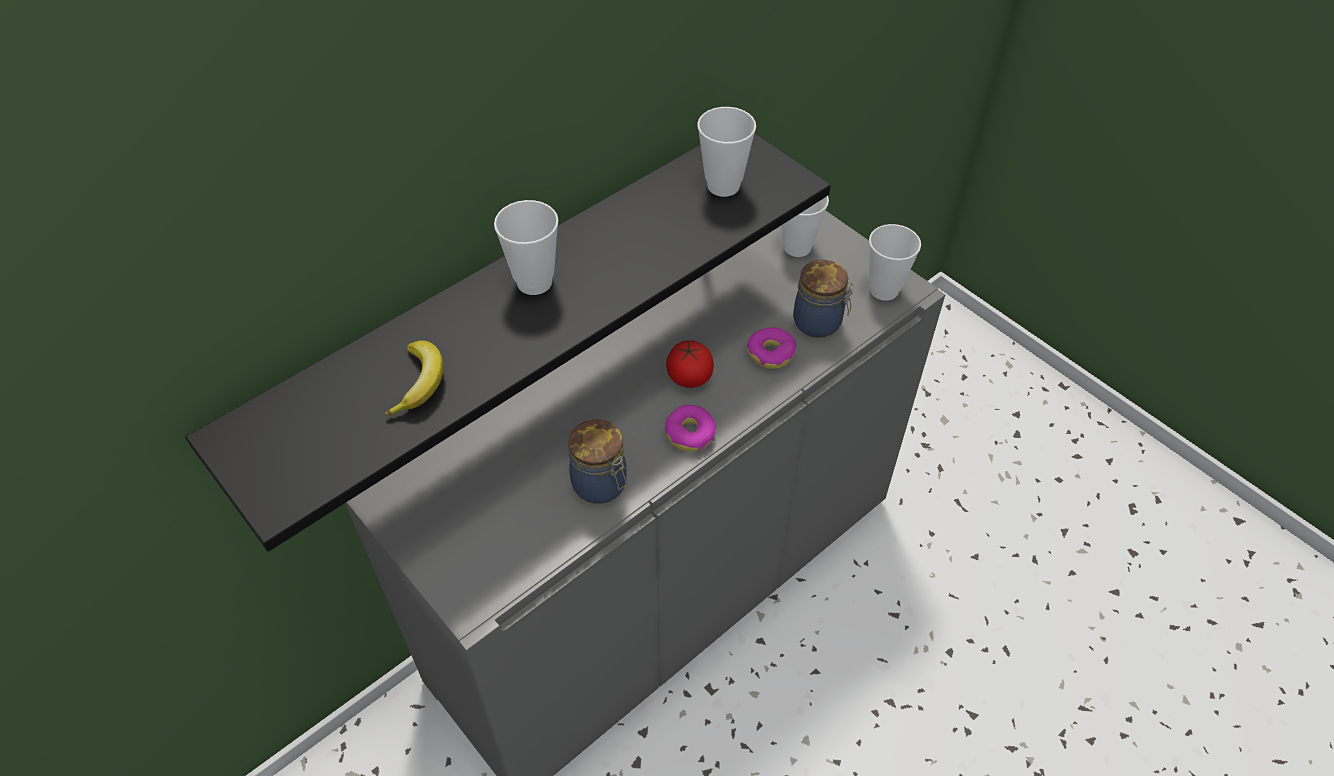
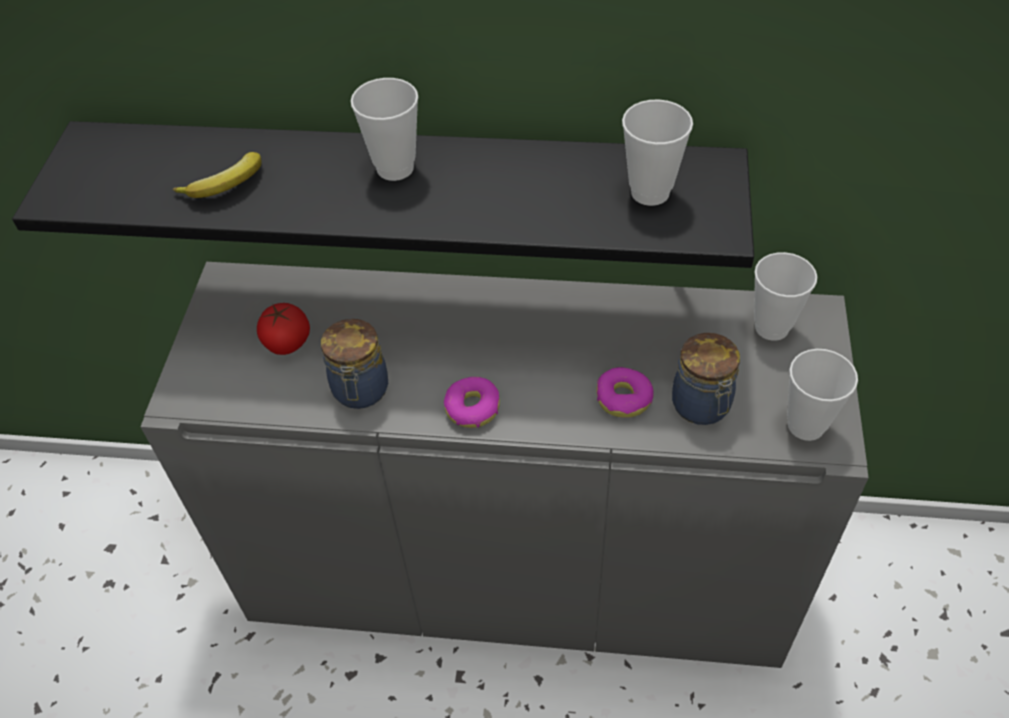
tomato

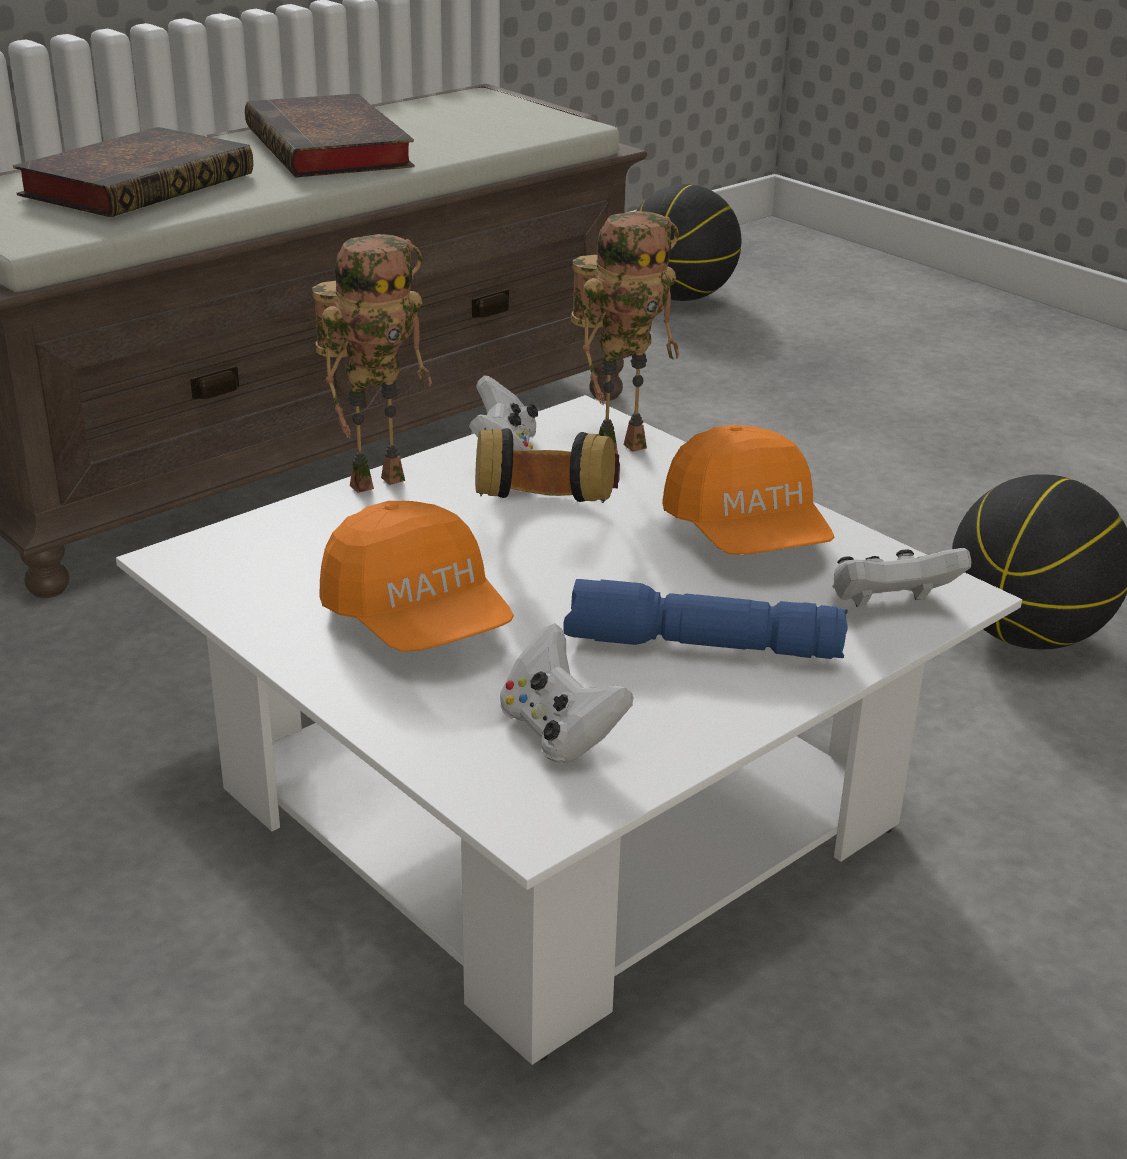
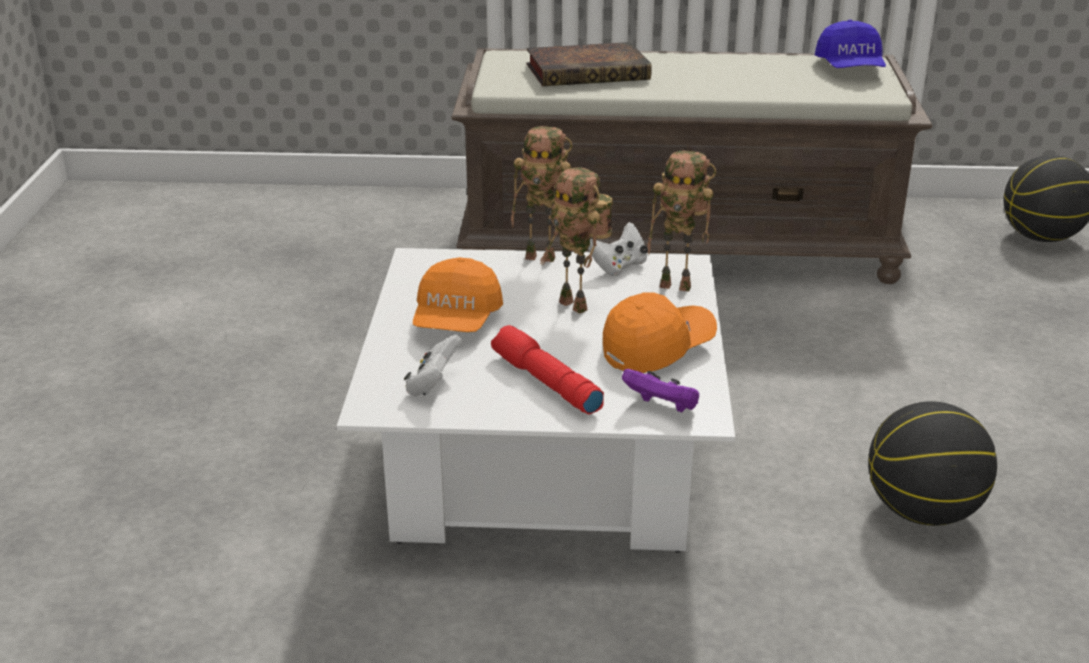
book (no. 2 from left in the first image)
toy robot (no. 2 from left)
flashlight (red)
cap (orange) (no. 2 from left)
game controller (purple)
cap (blue)

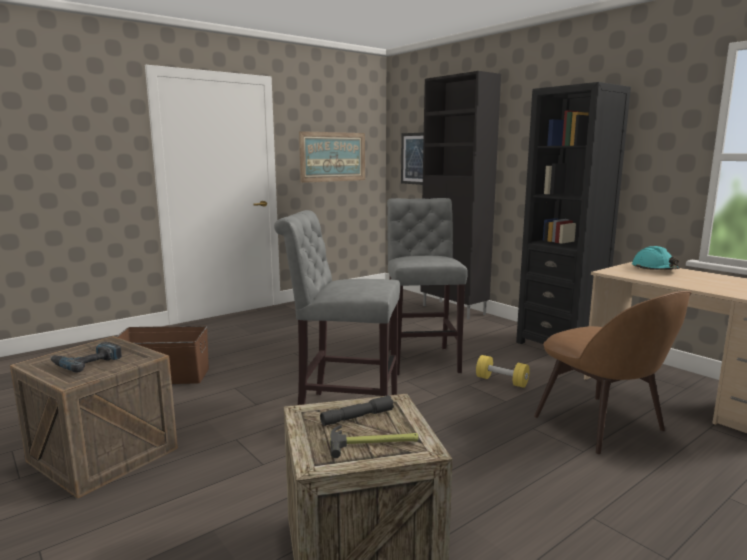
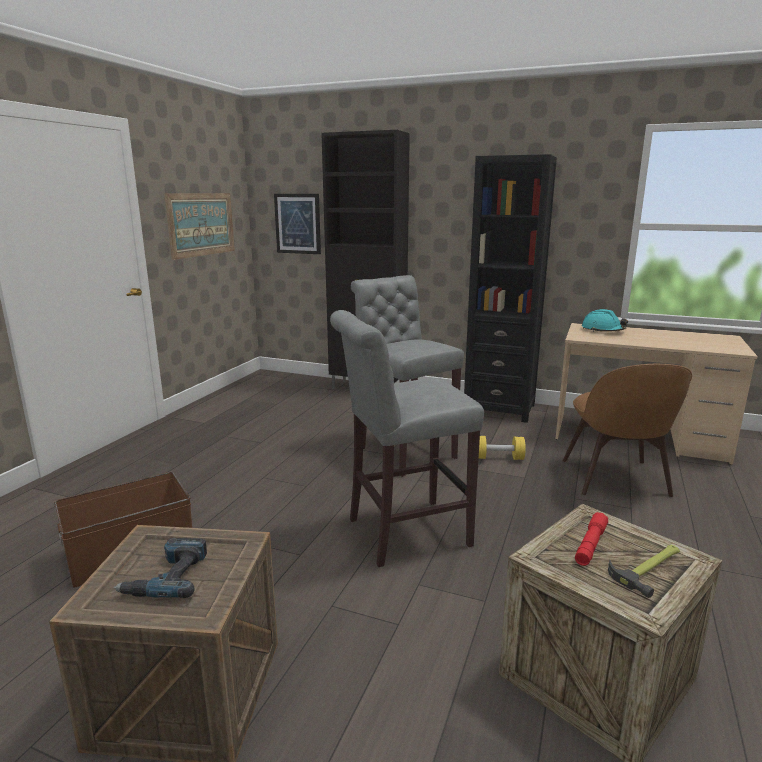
flashlight (red)
chair (brown)

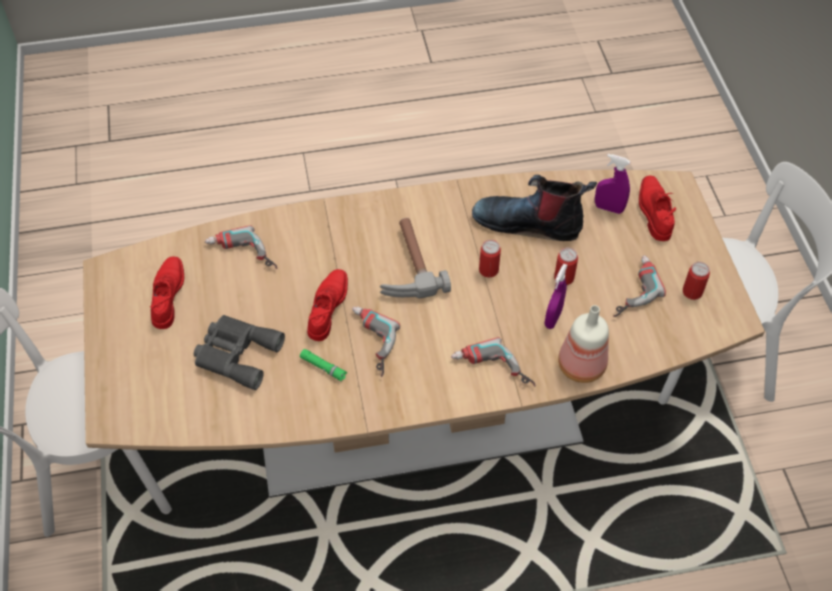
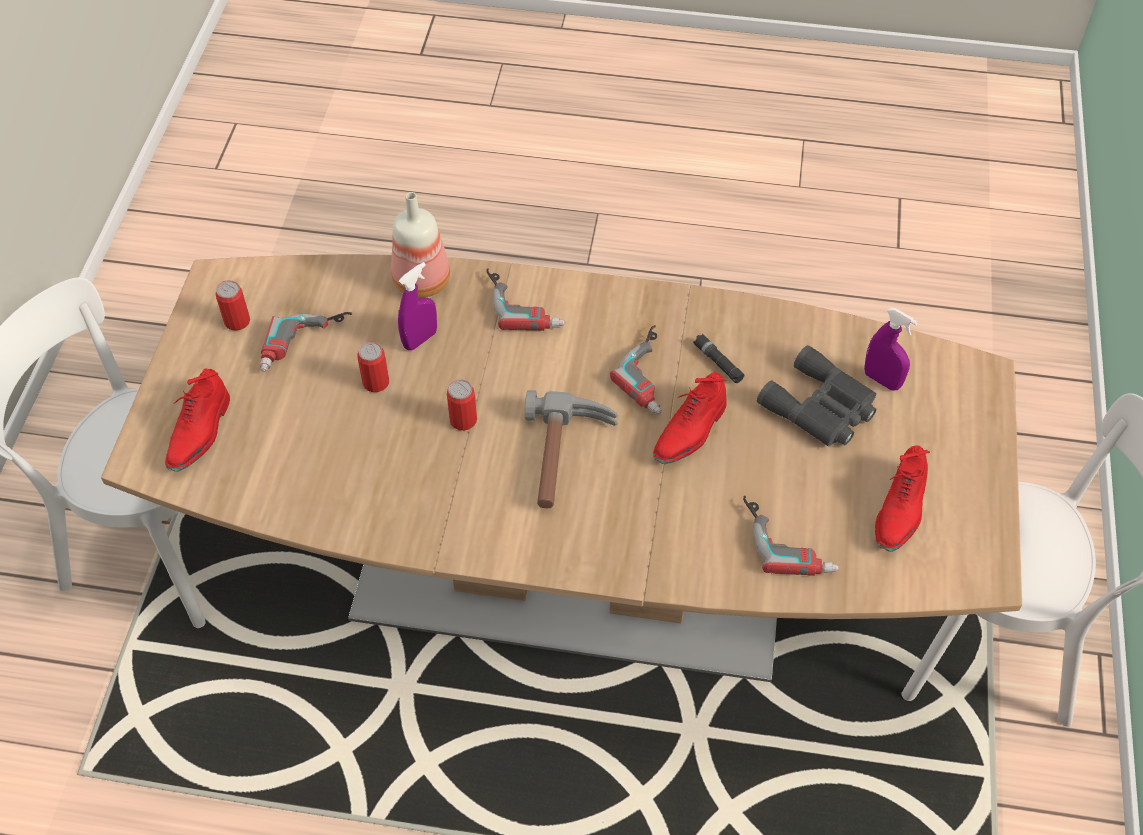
flashlight (black)
boot
spray bottle (purple) (no. 2 from left)

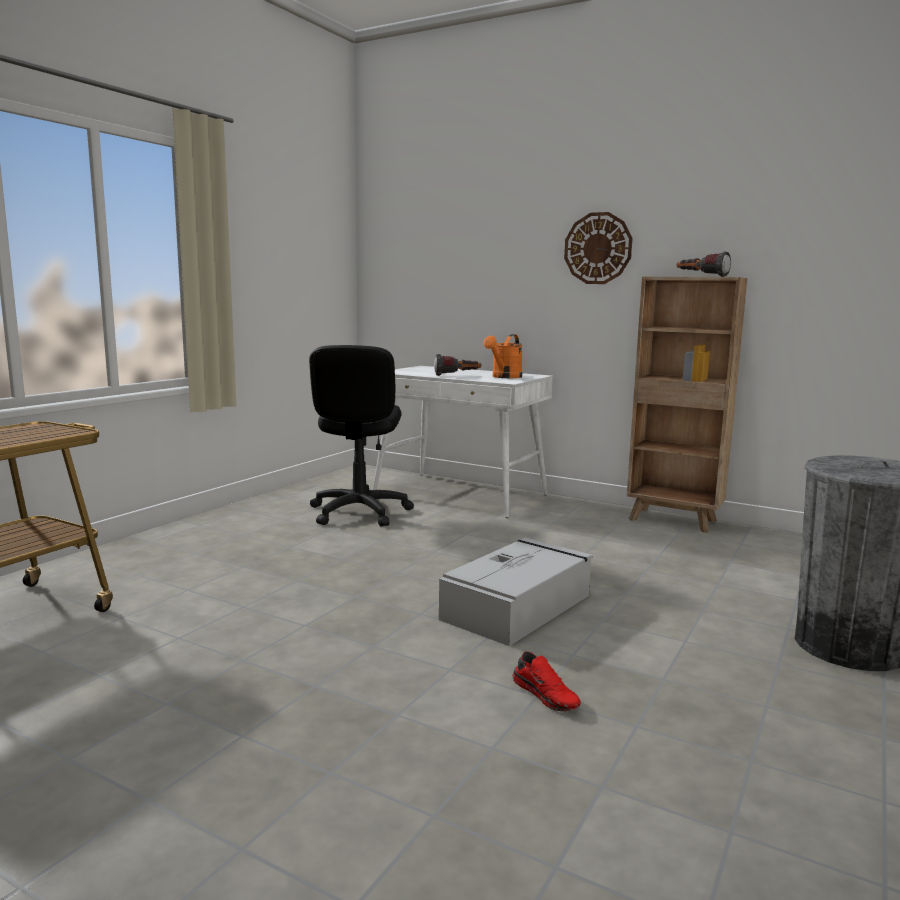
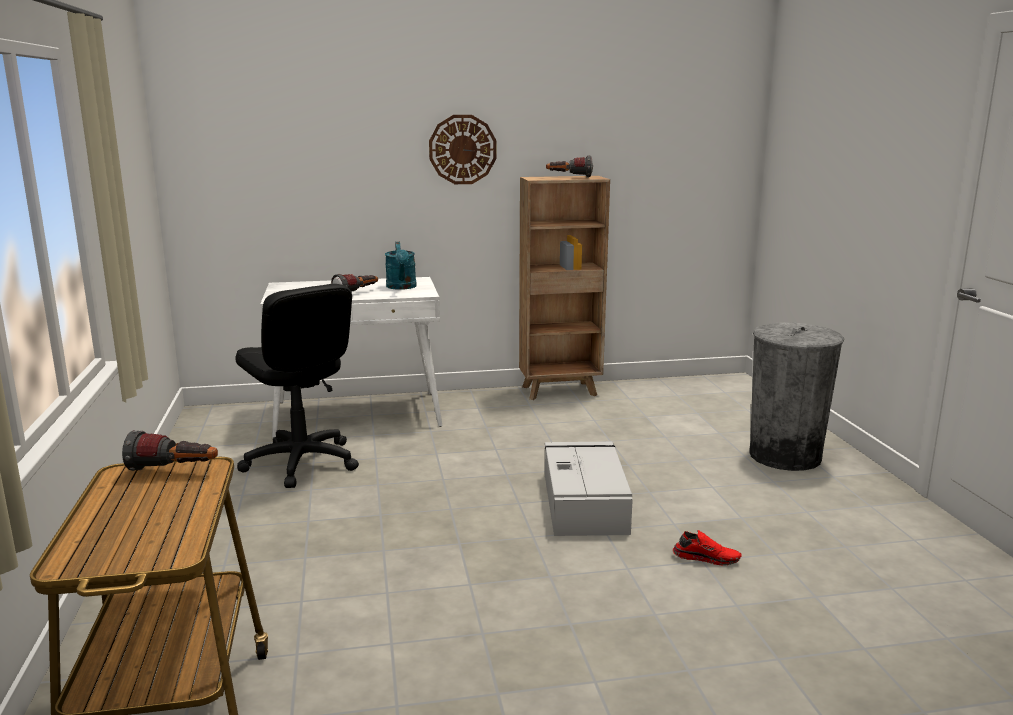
watering can (turquoise)
flashlight (no. 1 from left)

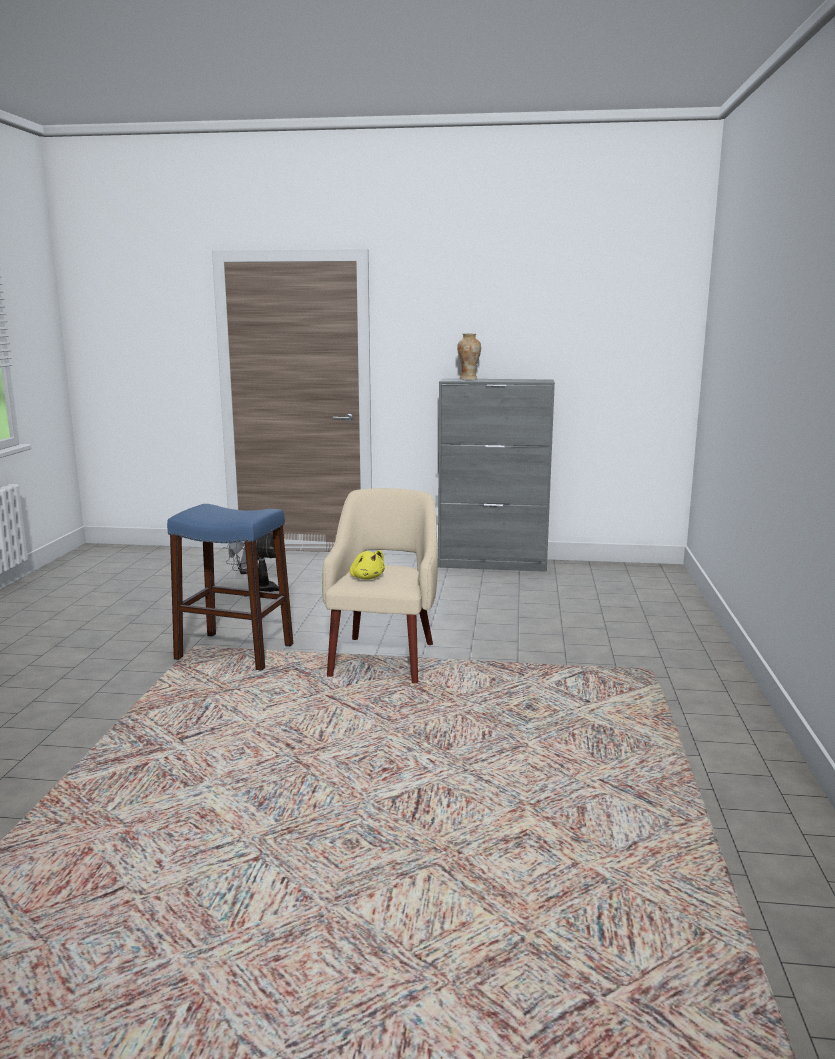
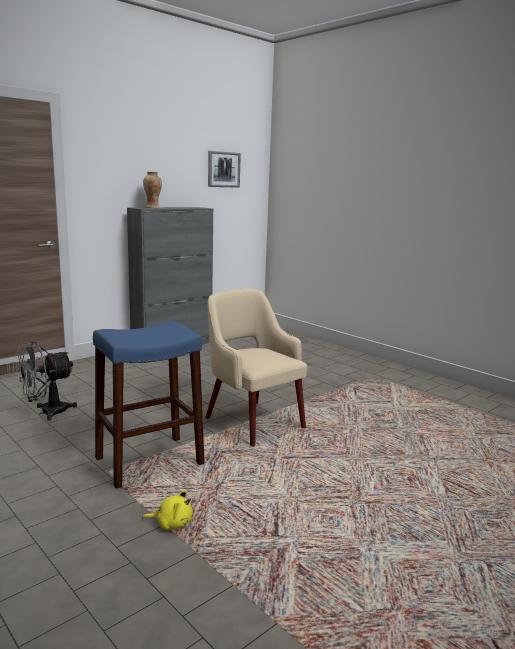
plush toy (yellow)
picture

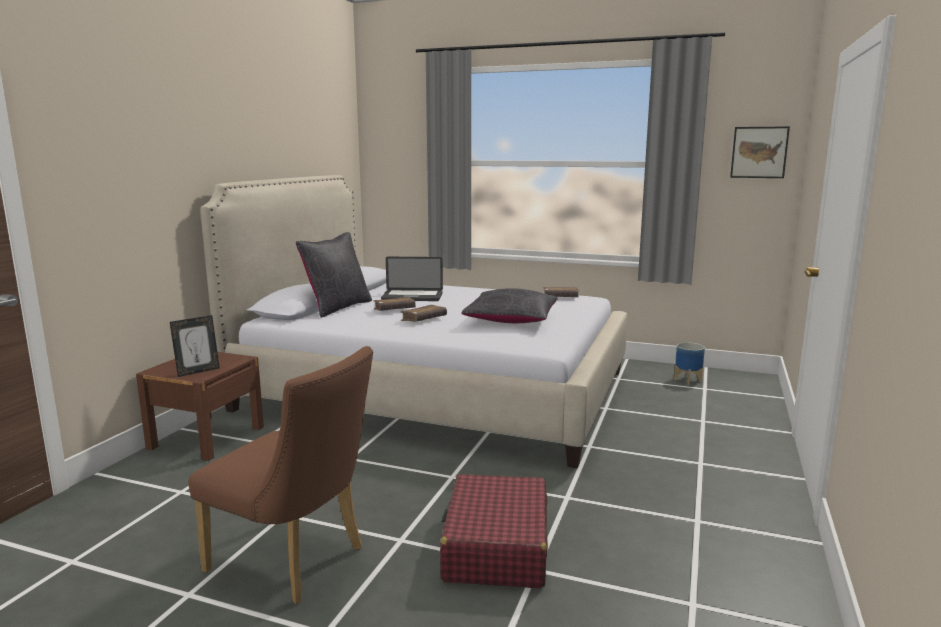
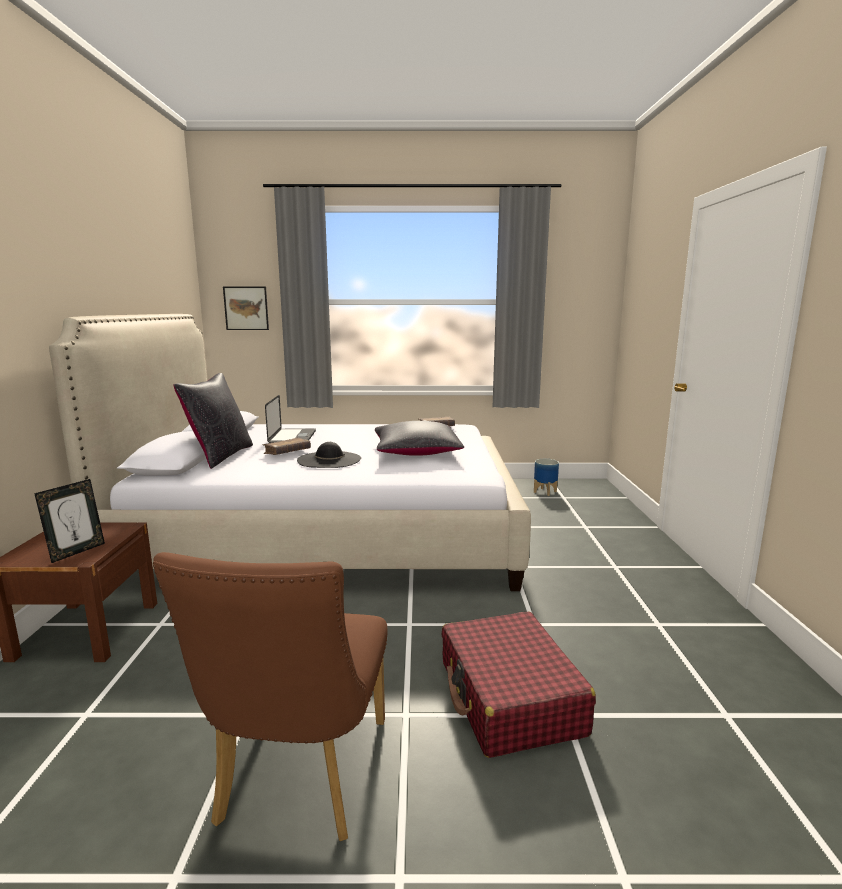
chair (brown)
laptop
hat (black)
picture

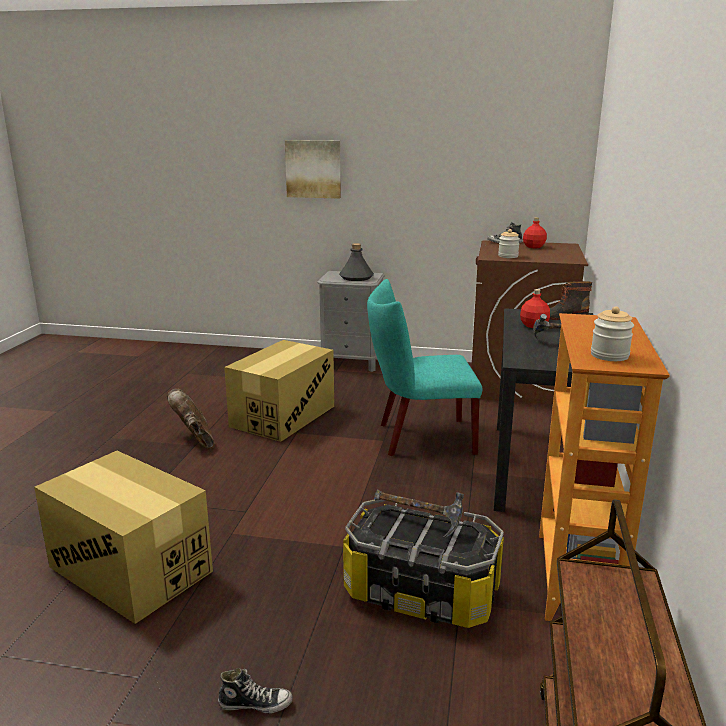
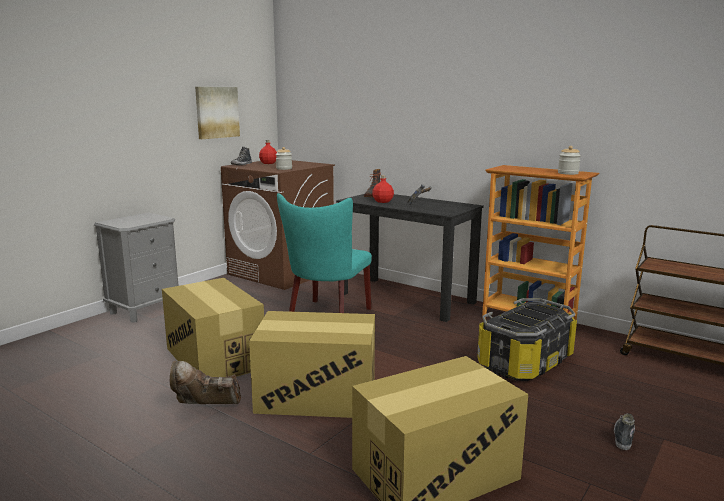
picture
bottle (grey)
hammer (no. 1 from left in the first image)
cardboard box (no. 2 from left)

